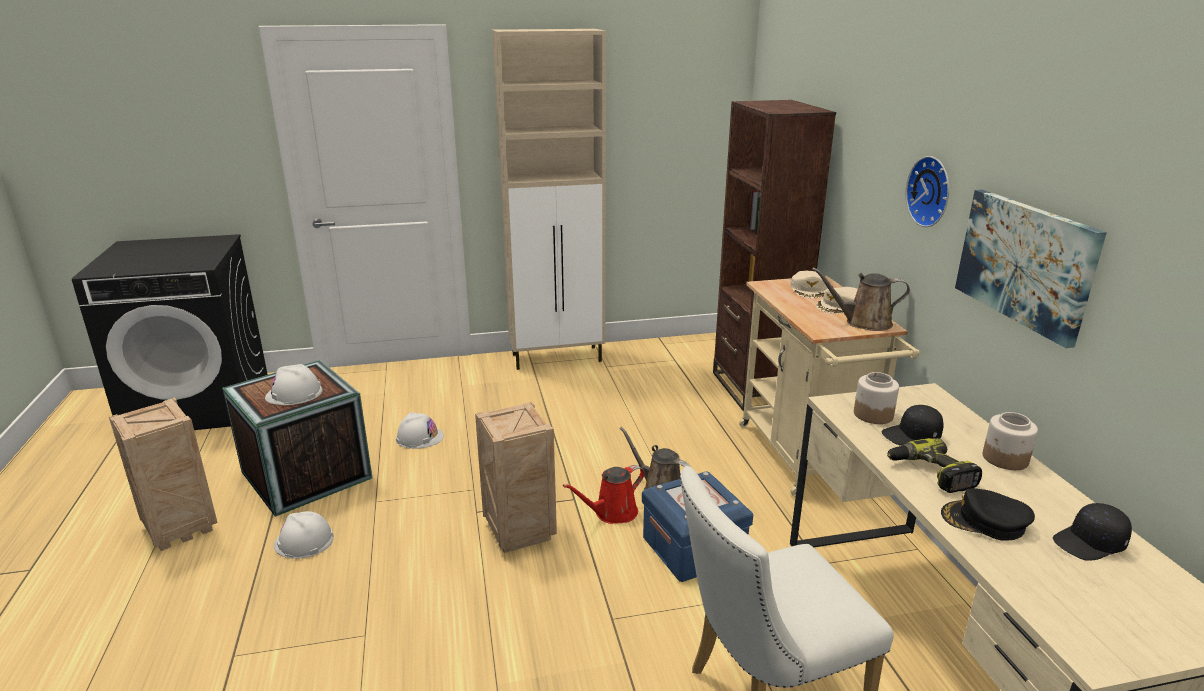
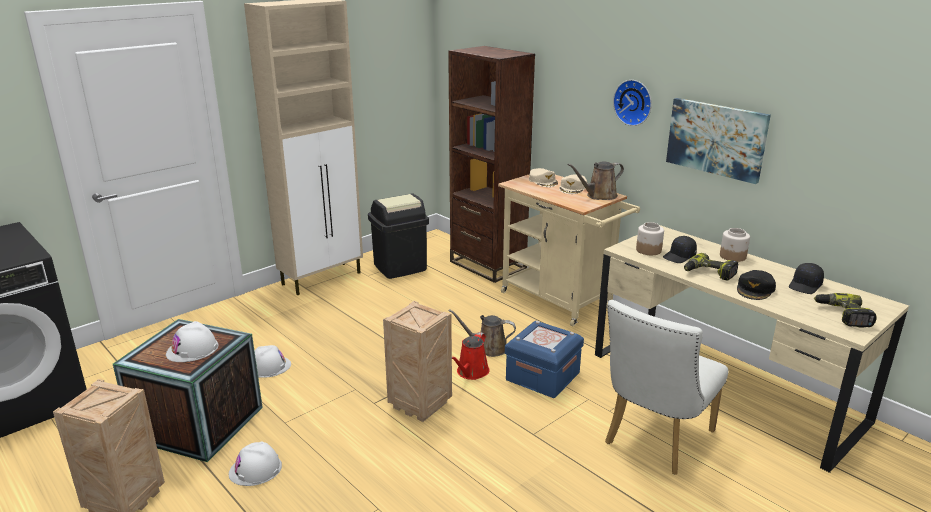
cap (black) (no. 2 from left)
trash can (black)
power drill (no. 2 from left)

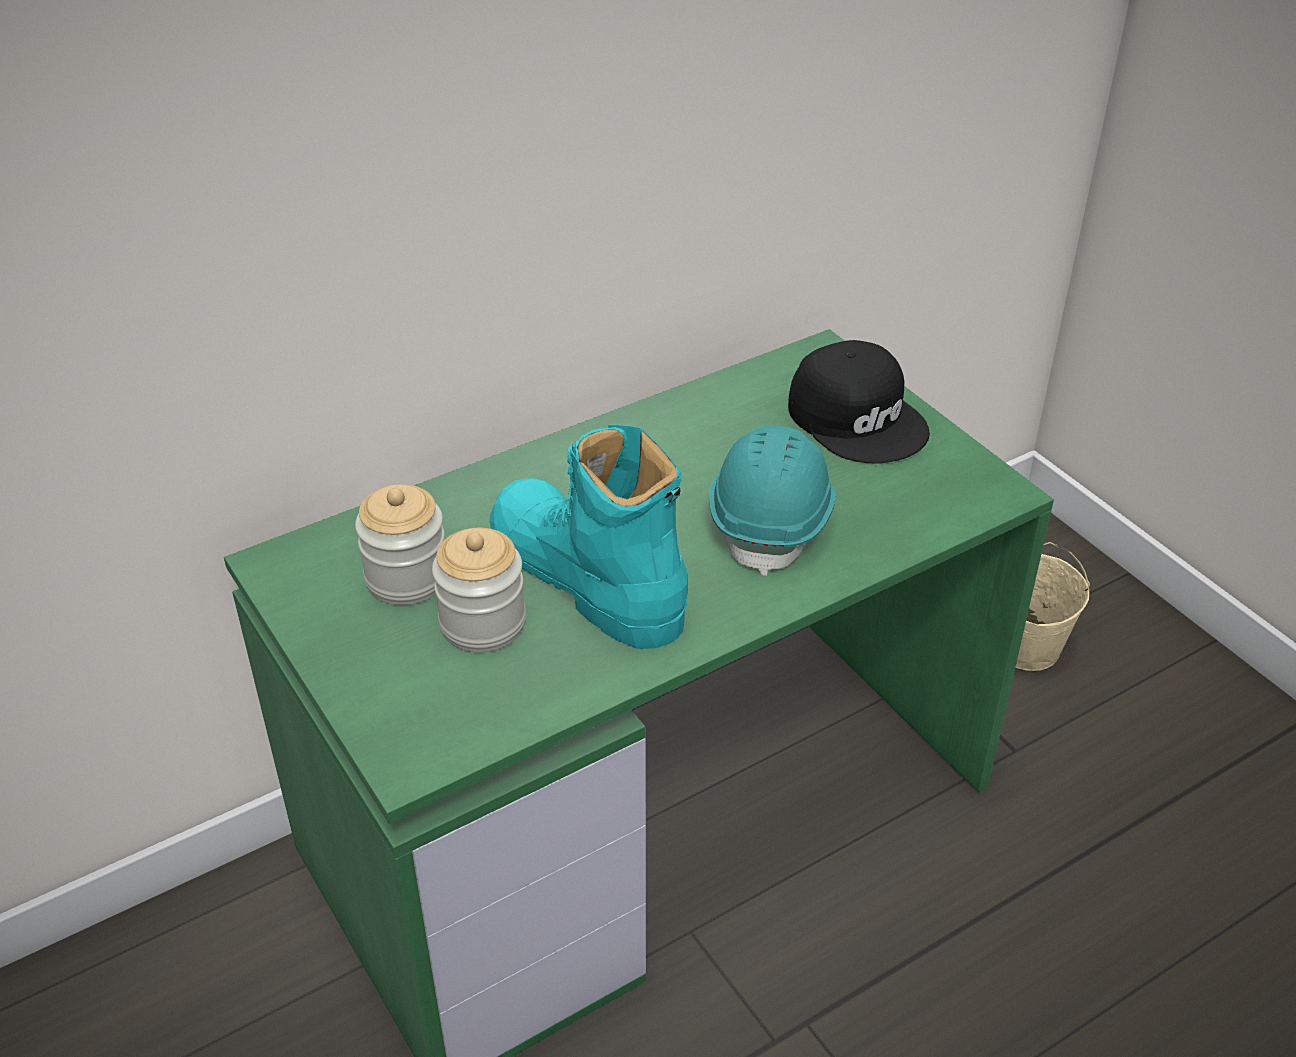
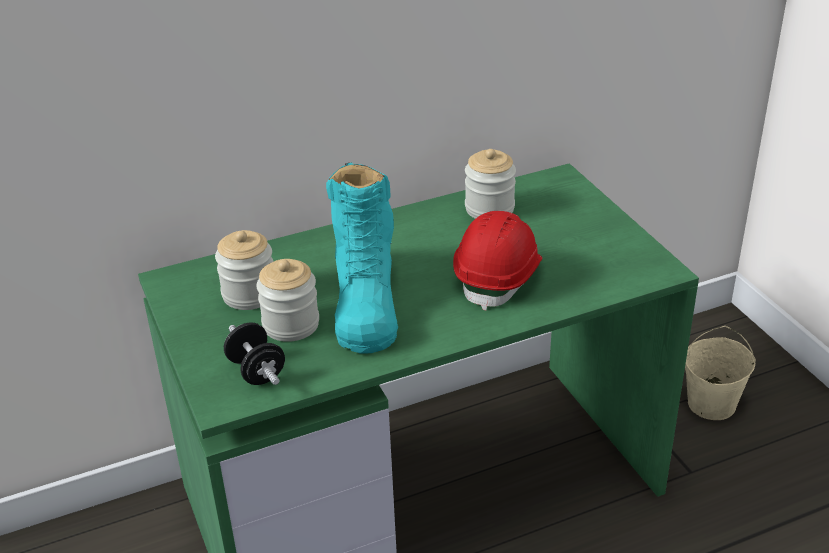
boot (turquoise)
hard hat (red)
cap (black)
dumbbell (black)
jar (no. 3 from left)

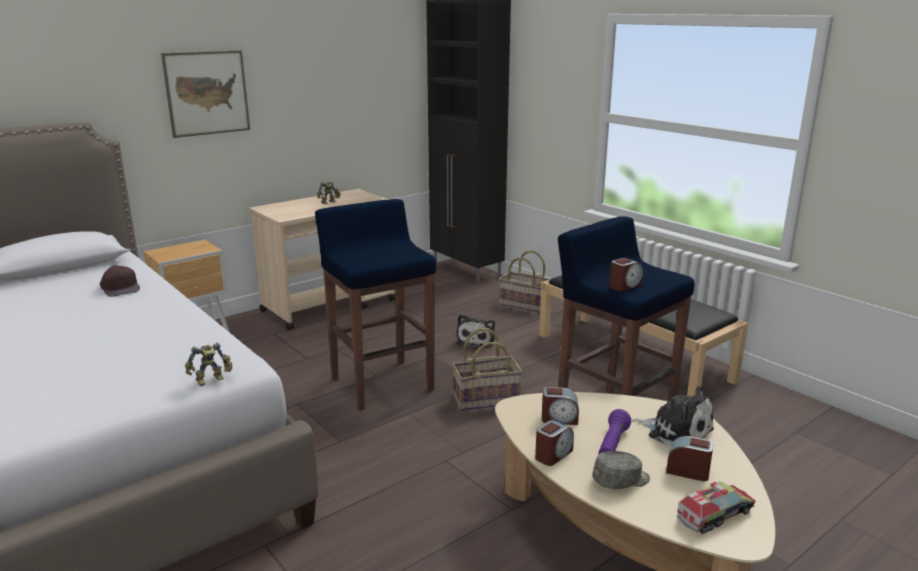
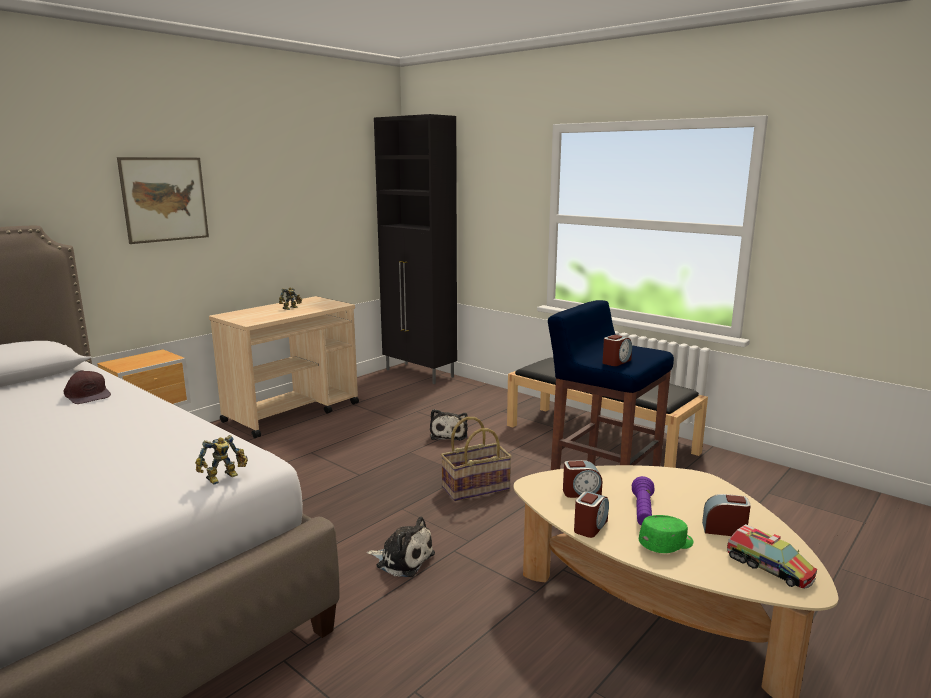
stool (blue) (no. 1 from left in the first image)
basket (no. 2 from left in the first image)
cap (green)
plush toy (no. 1 from left)
toy truck

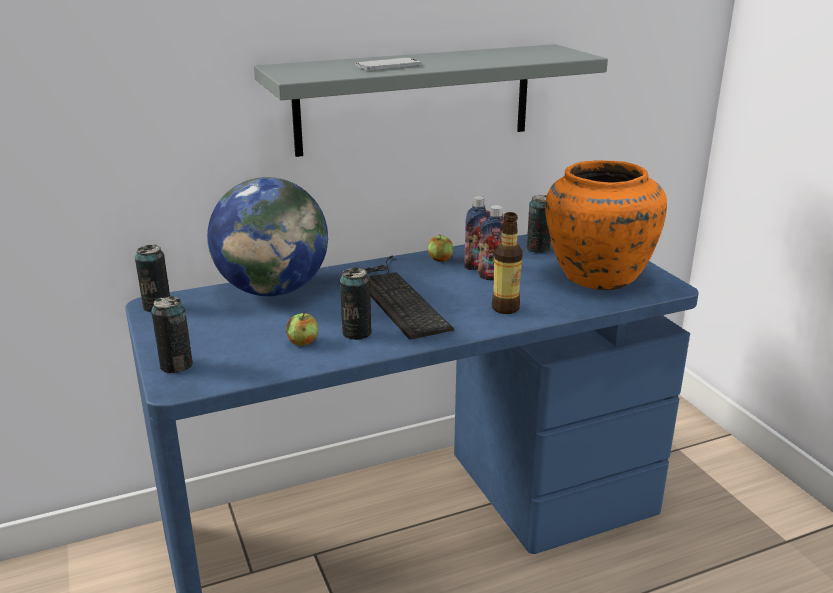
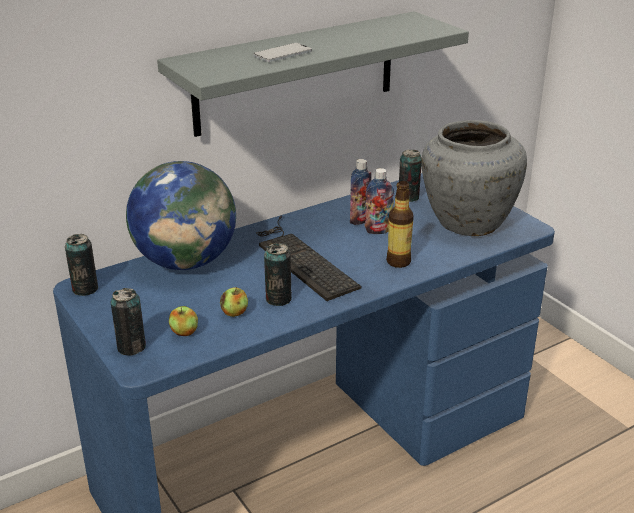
apple (no. 1 from left)
vase (grey)

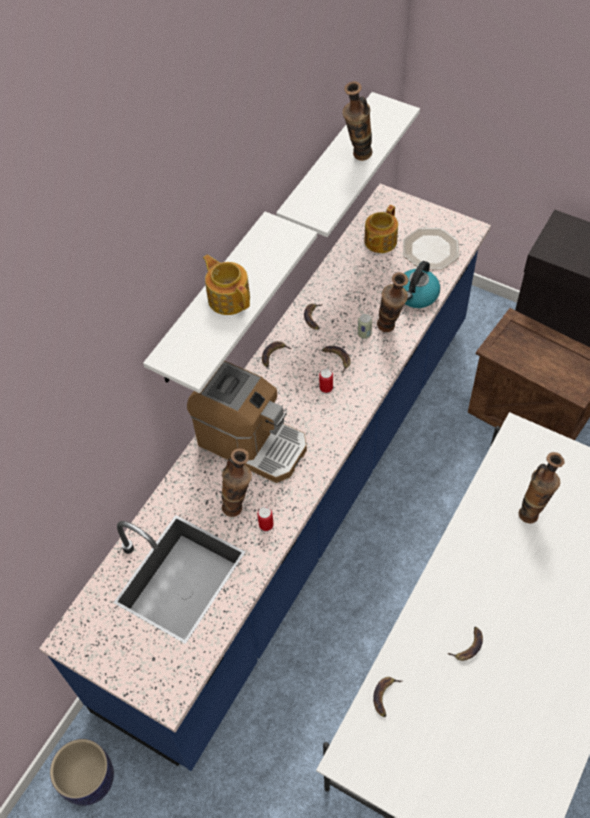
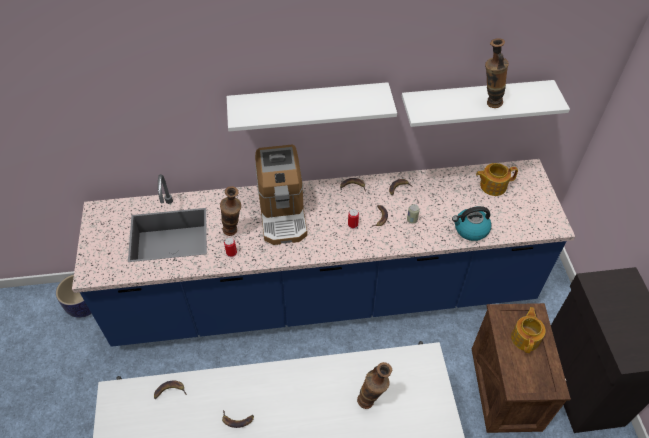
teapot (no. 2 from left)
vase (no. 3 from left in the first image)
plate

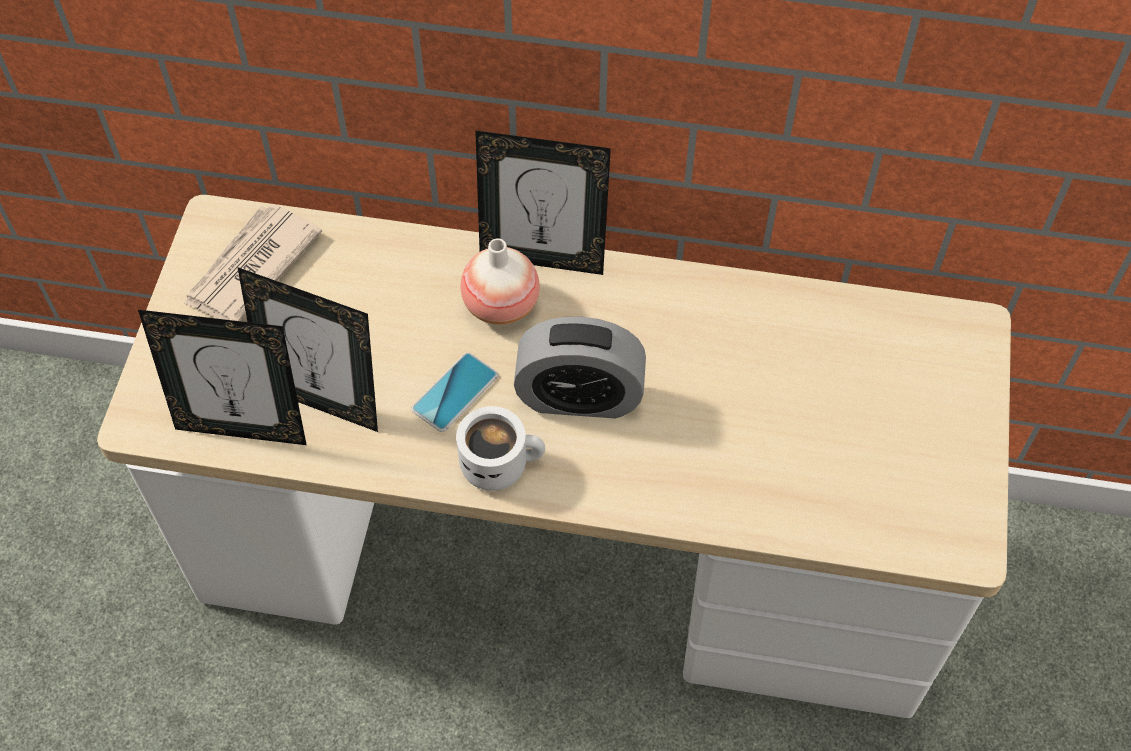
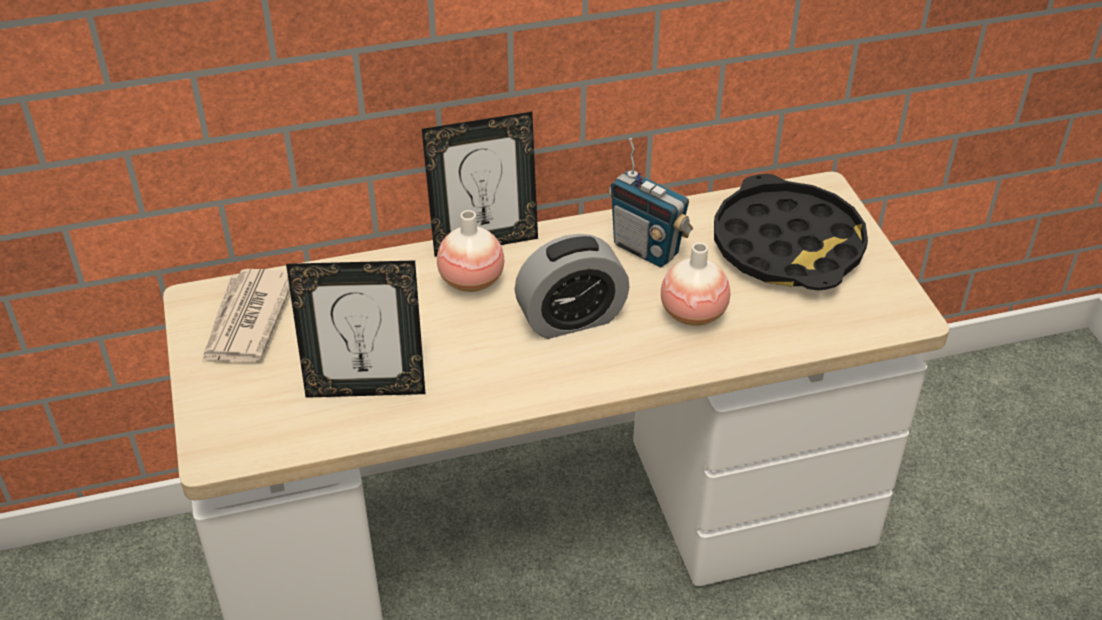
picture frame (no. 1 from left in the first image)
phone
mug (white)
radio
vase (no. 2 from left)
tray (black)

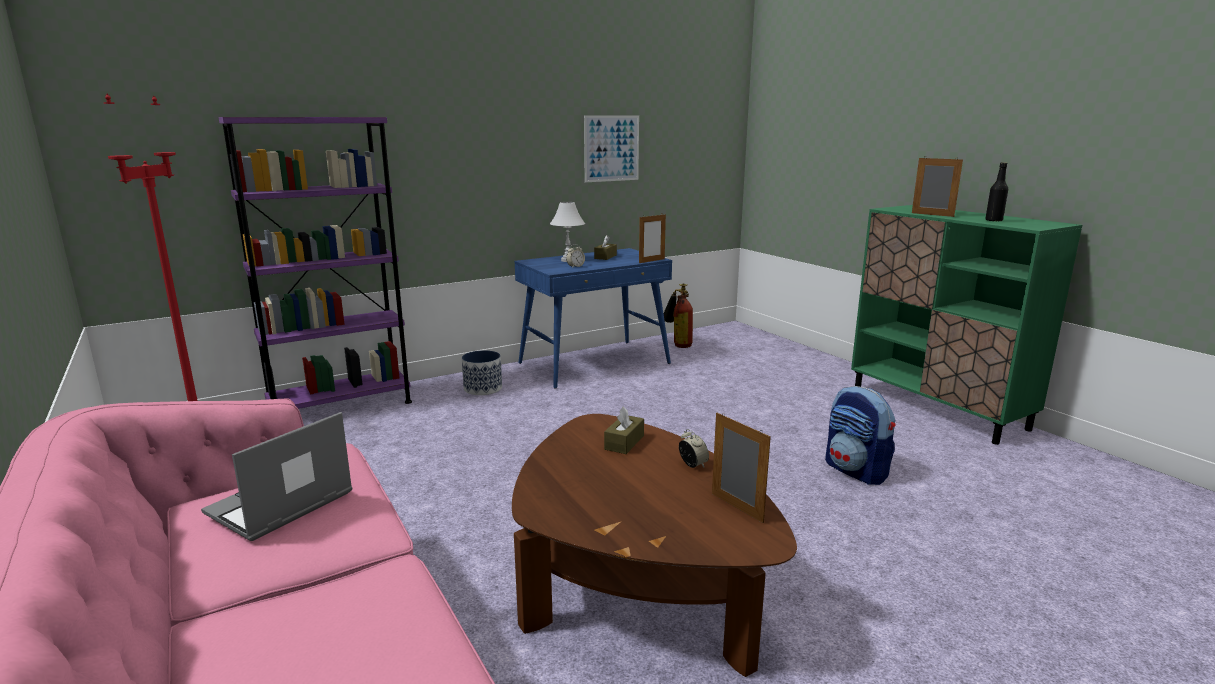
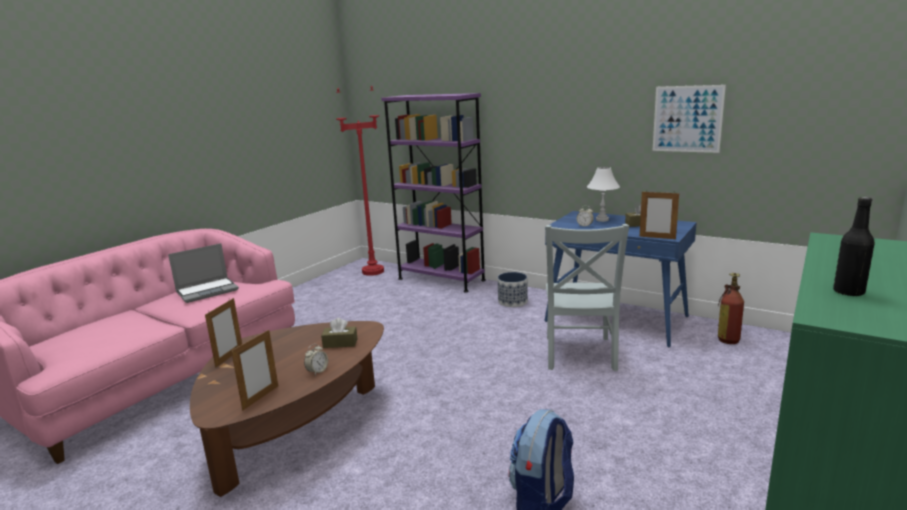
laptop
picture frame (no. 1 from left)
chair (grey)

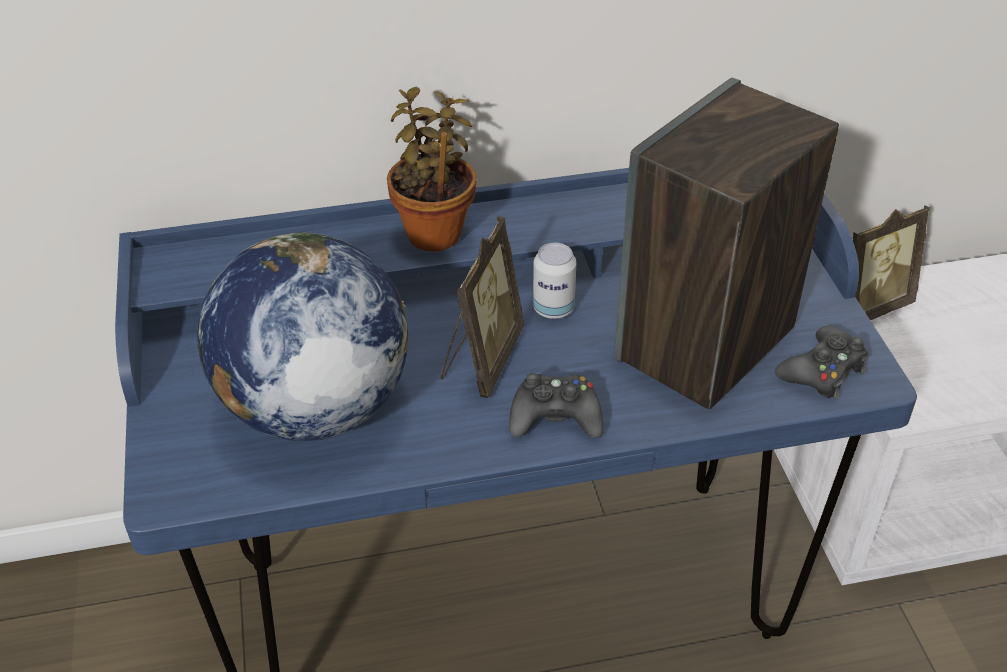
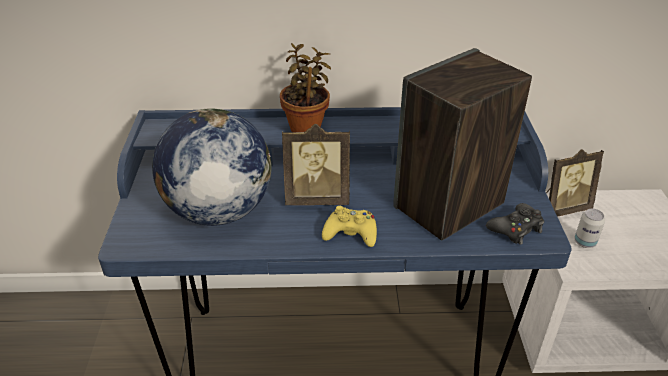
picture frame (no. 1 from left)
game controller (yellow)
can

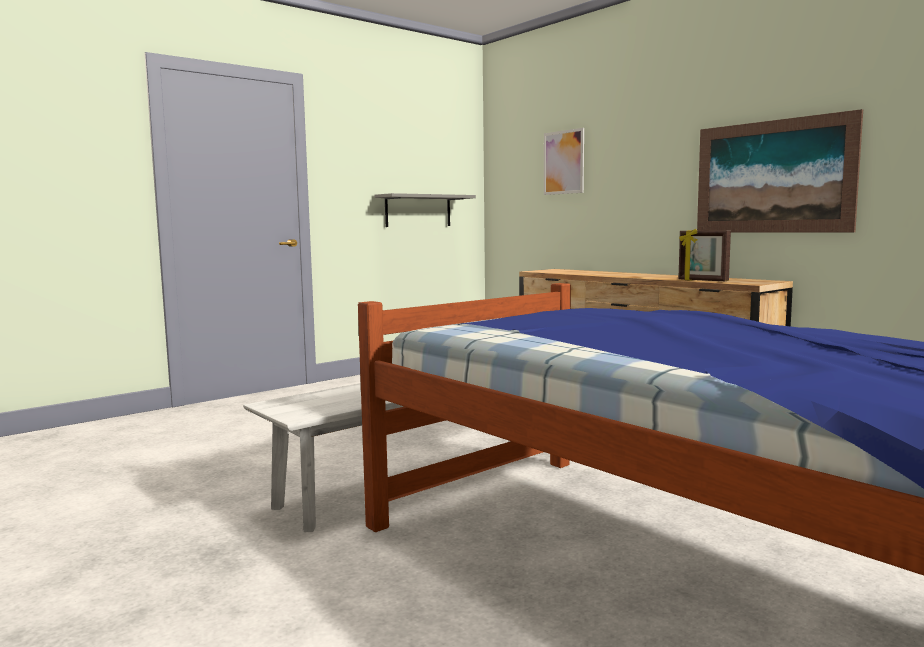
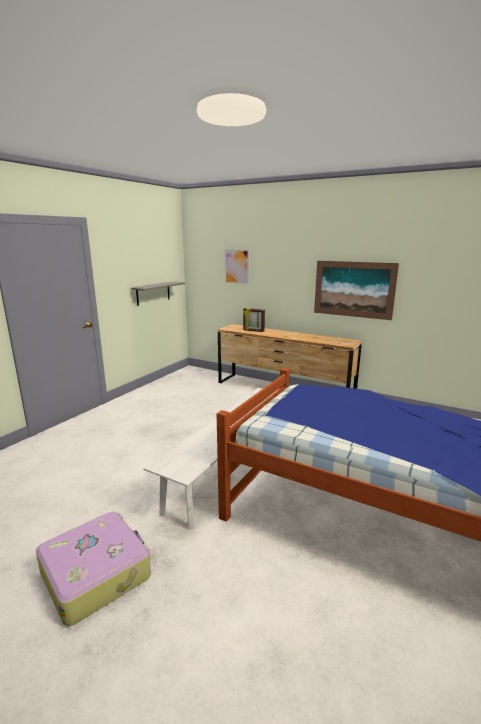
picture frame
suitcase

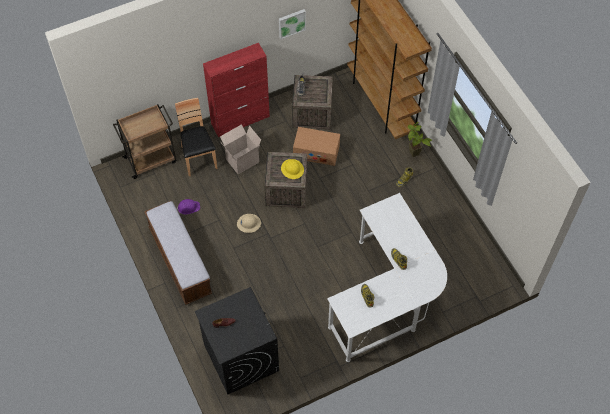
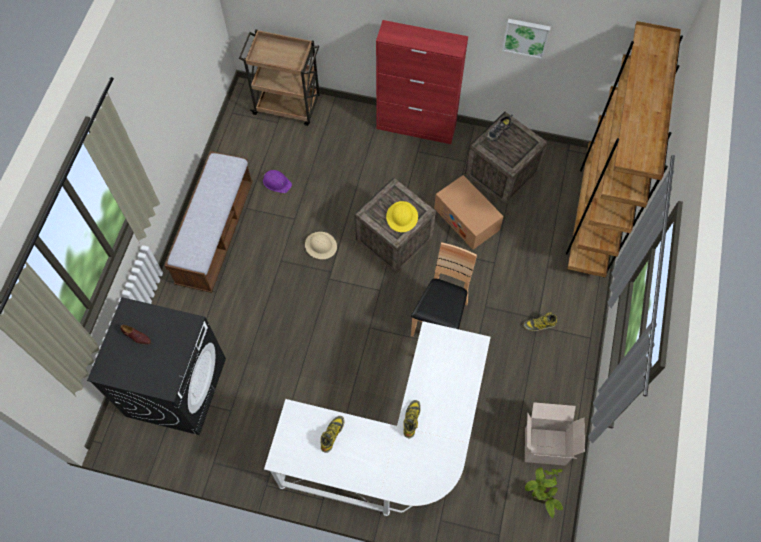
chair (brown)
cardboard box (no. 2 from left)
potted plant

